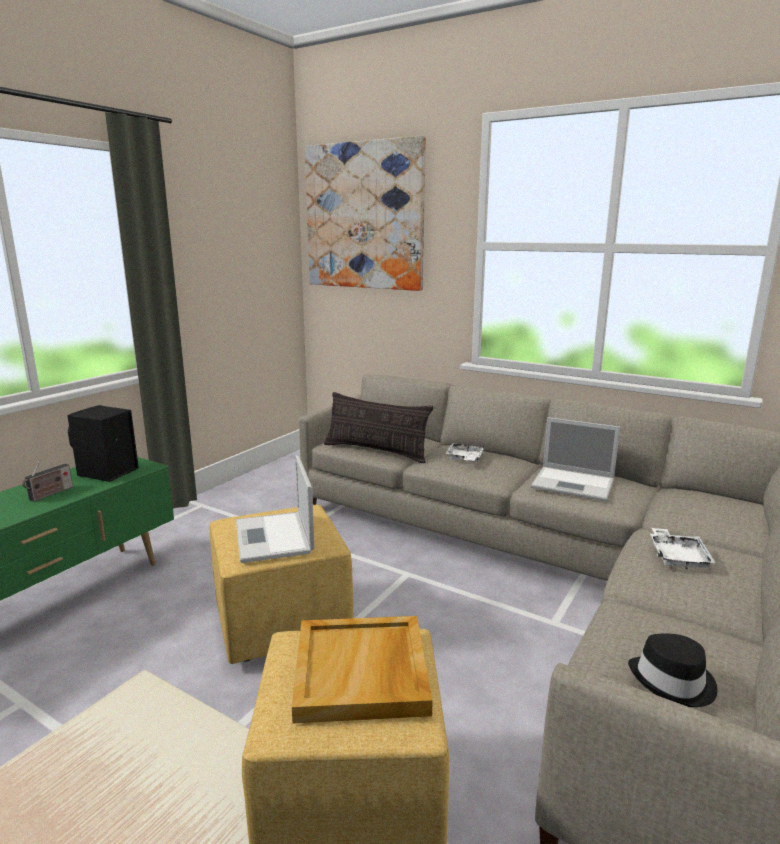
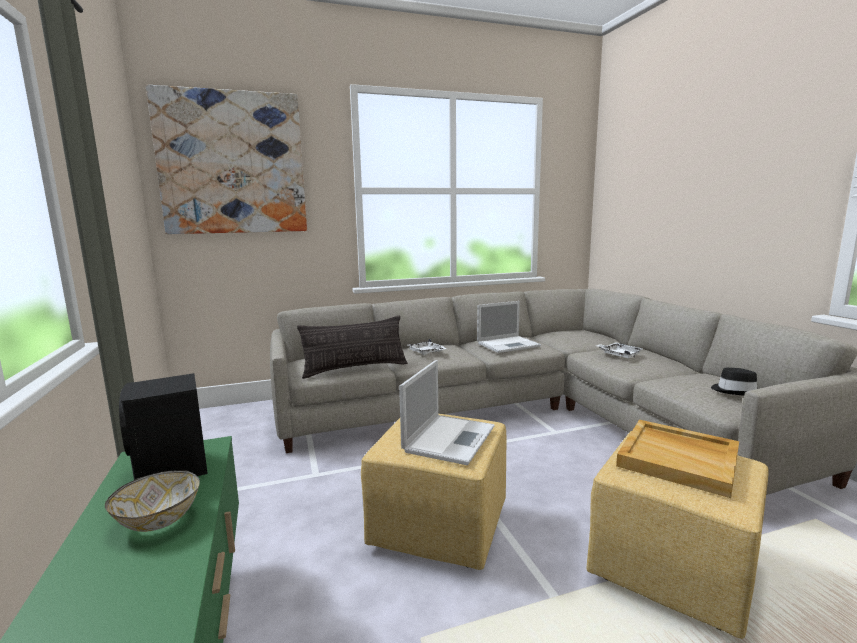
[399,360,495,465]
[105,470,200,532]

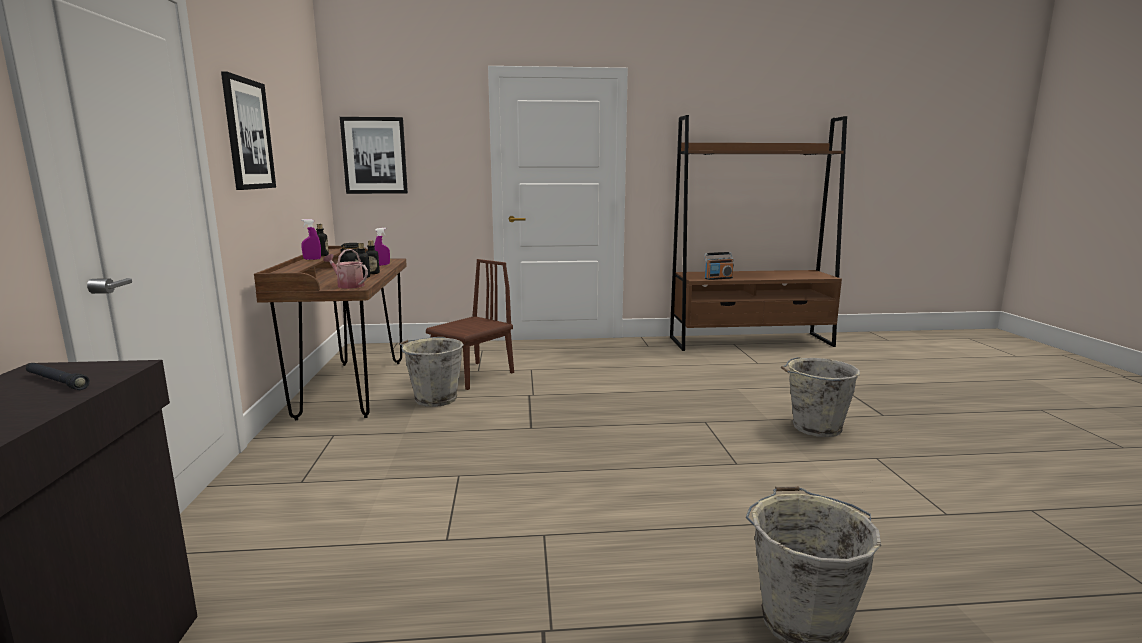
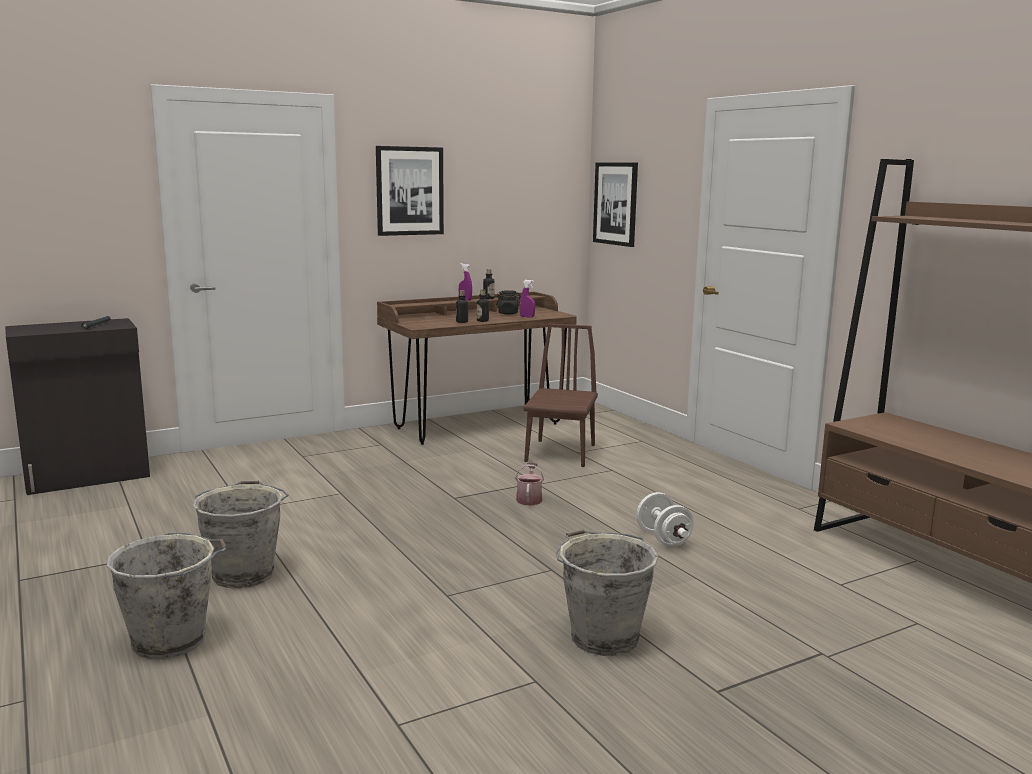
[515,462,544,506]
[704,252,734,280] (first image)
[524,324,598,467]
[193,481,288,588]
[636,492,694,547]

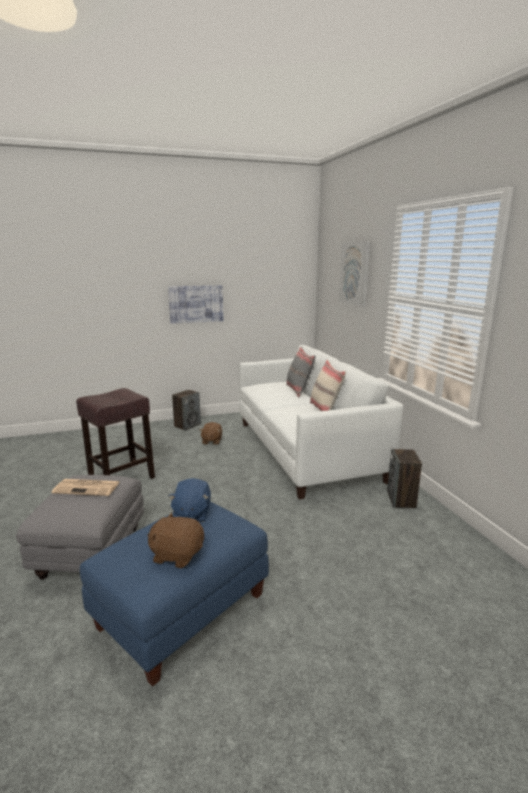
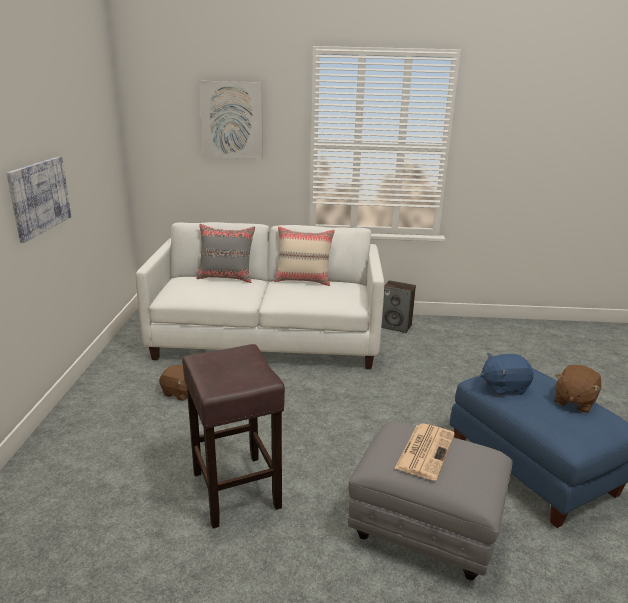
[172,390,201,431] (first image)
[481,353,534,395]

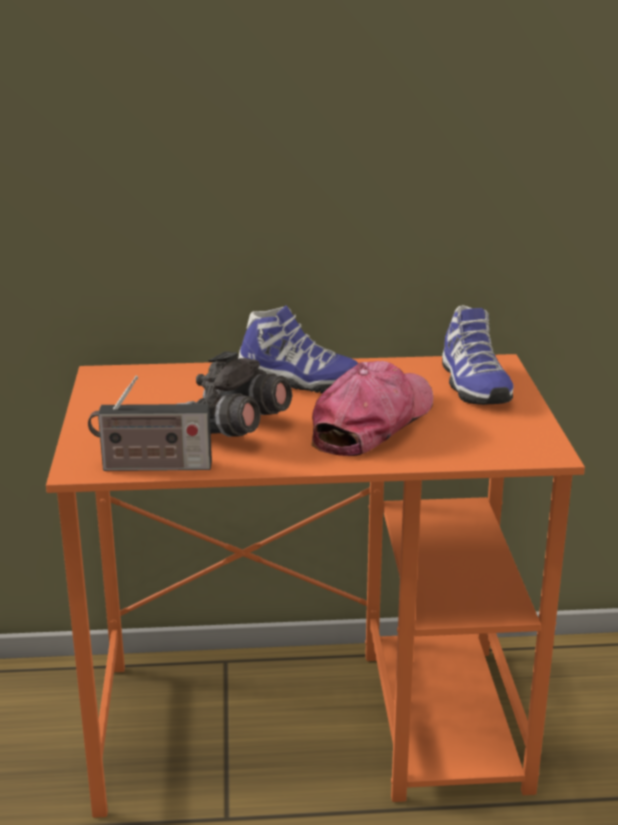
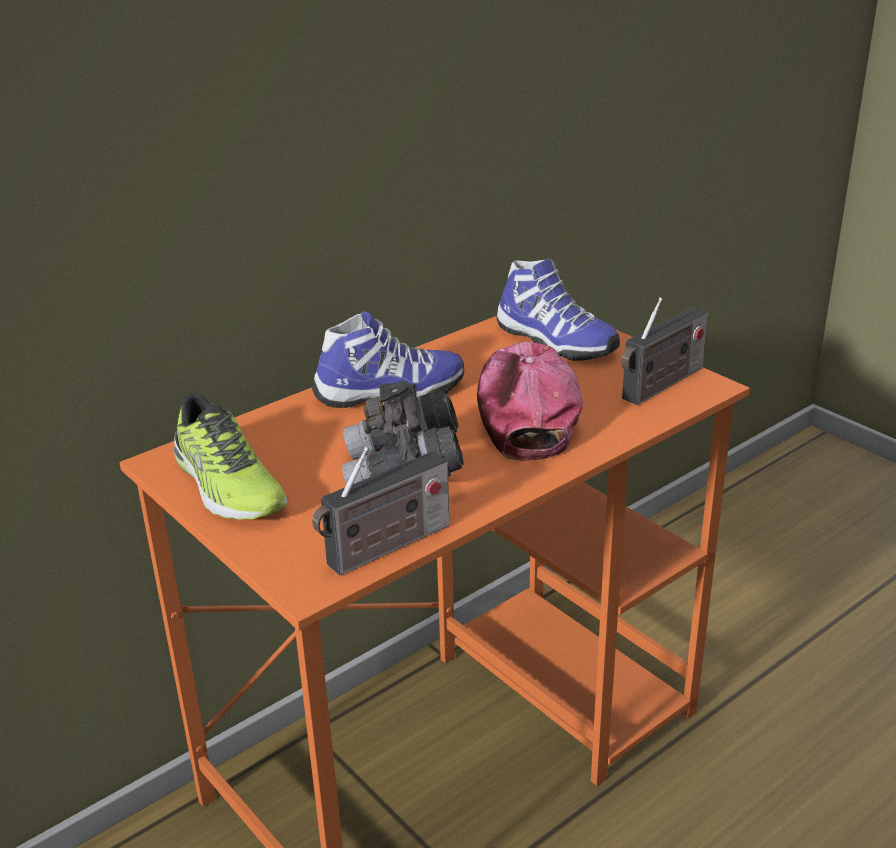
[621,297,708,405]
[174,393,288,520]

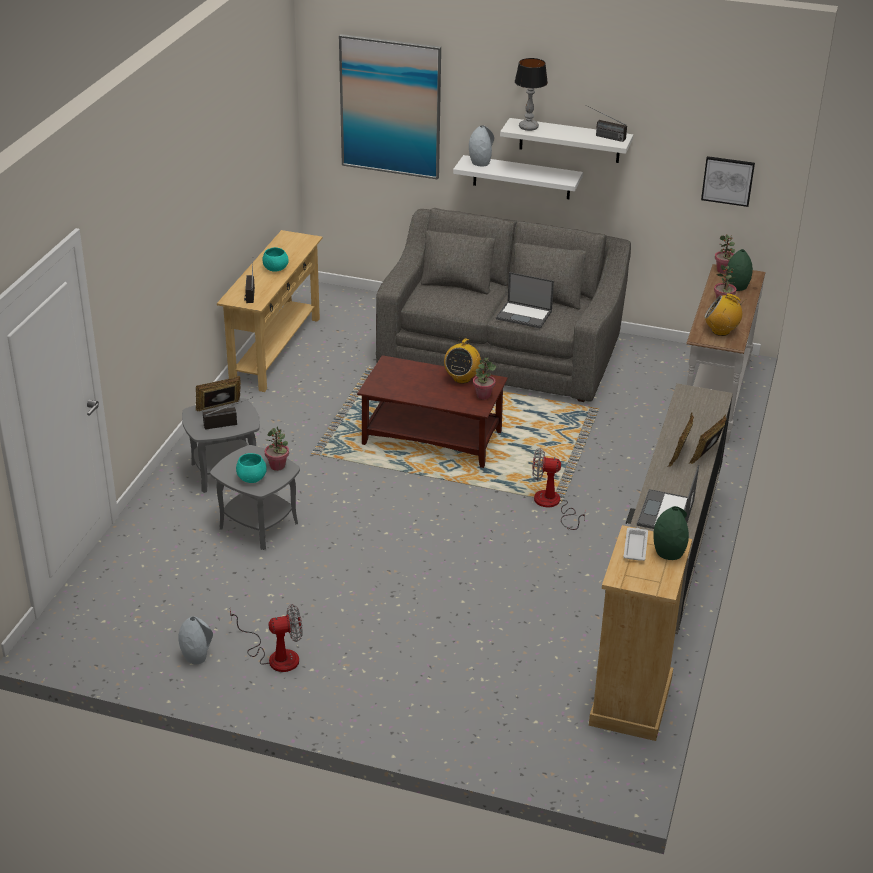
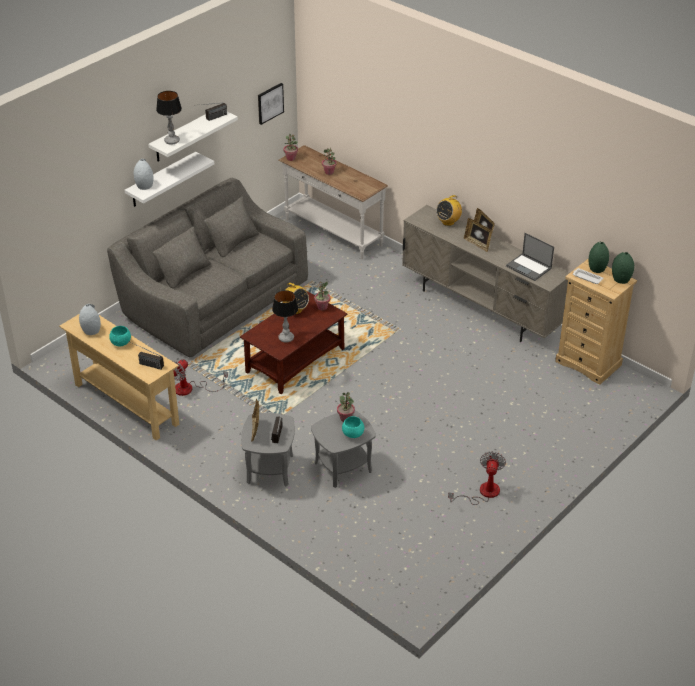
[339,34,441,180] (first image)
[612,252,634,284]
[496,272,554,329] (first image)
[436,195,462,226]
[173,359,228,396]
[79,304,101,335]
[272,290,298,343]

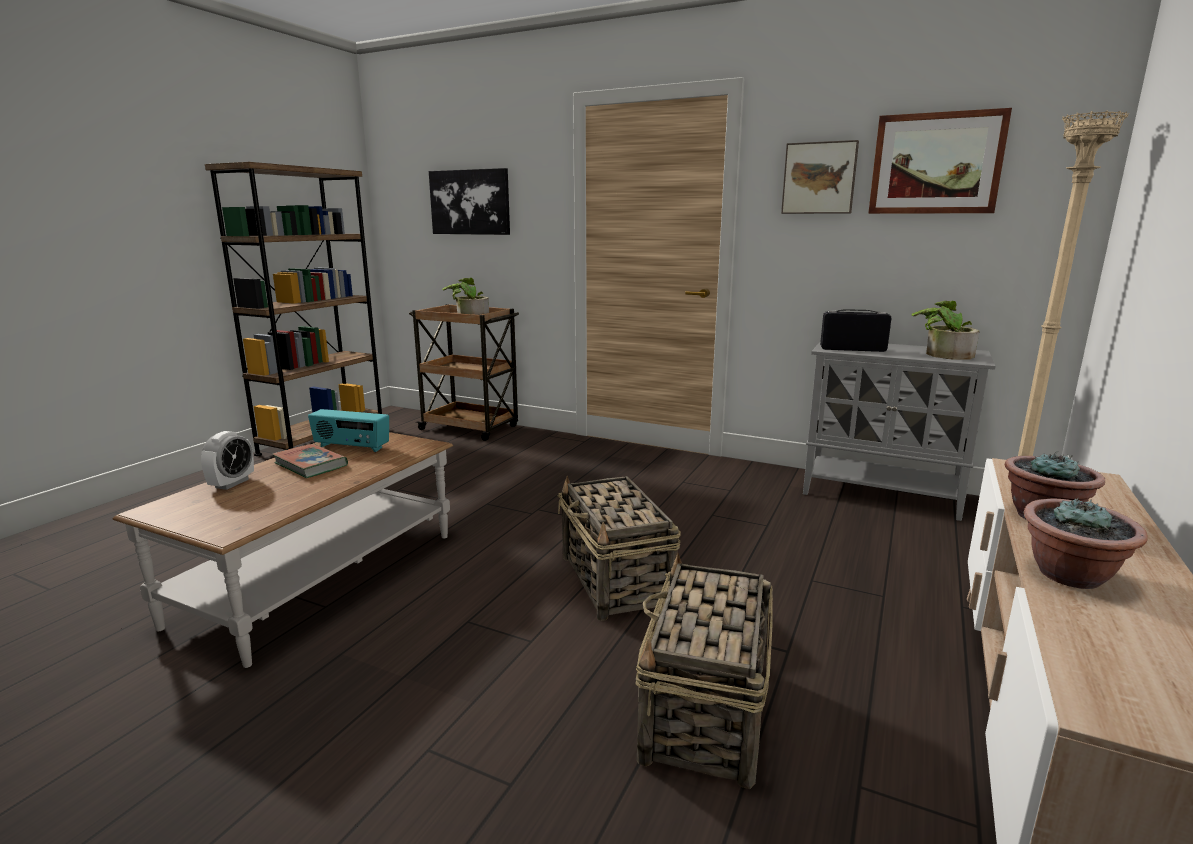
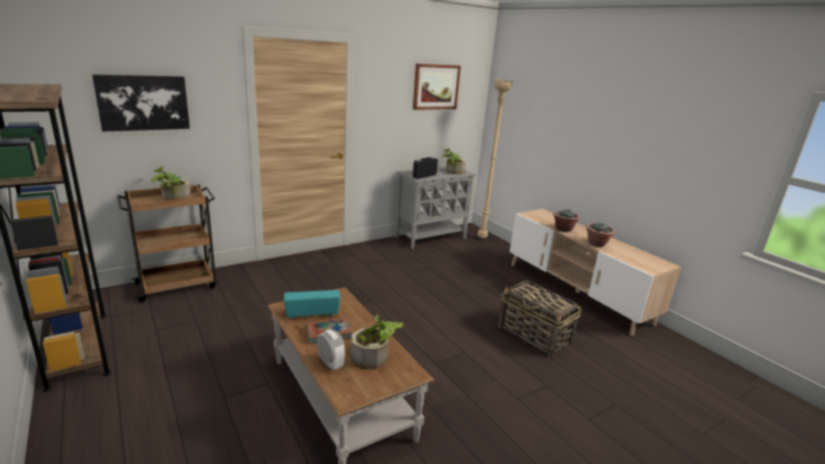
[781,140,859,214] (first image)
[284,290,340,319]
[558,476,681,621] (first image)
[351,314,403,369]

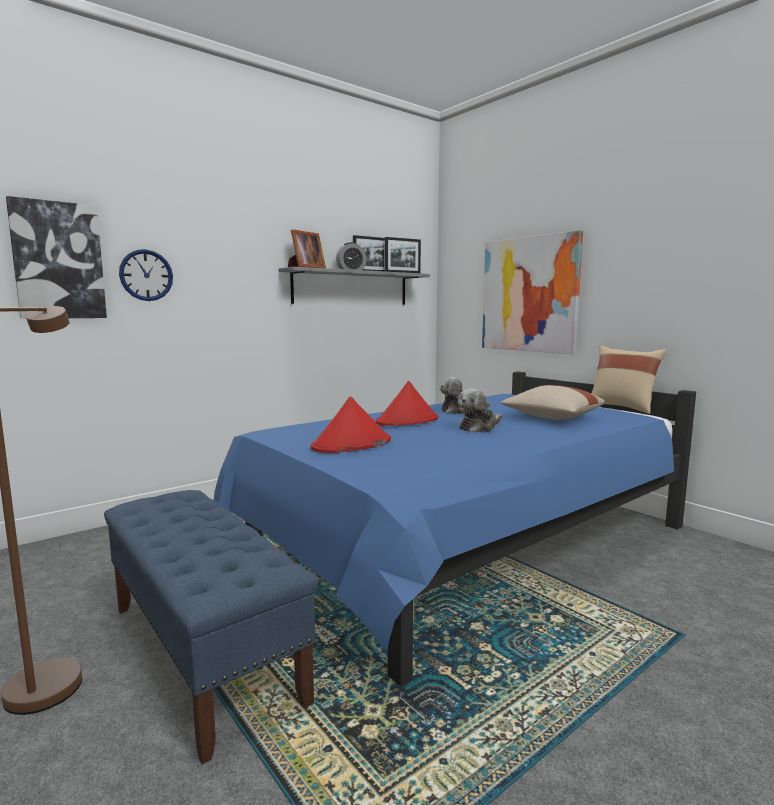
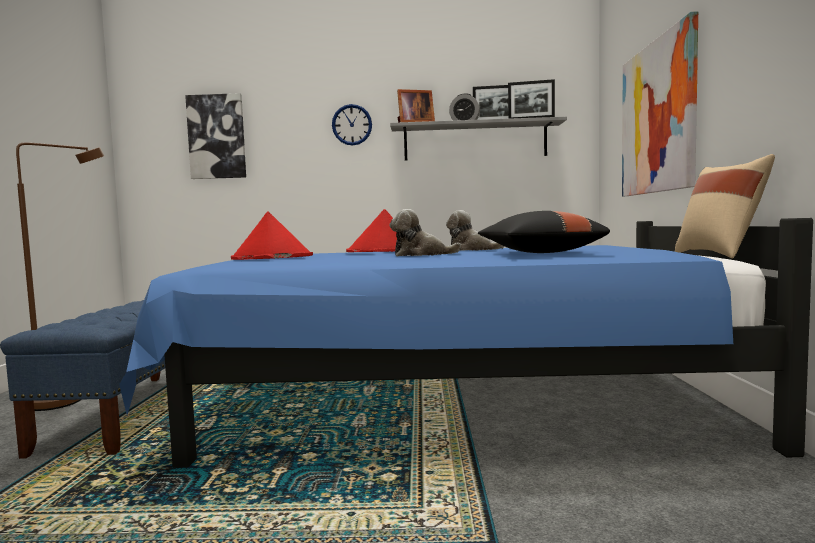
[332,104,372,145]
[478,211,610,253]

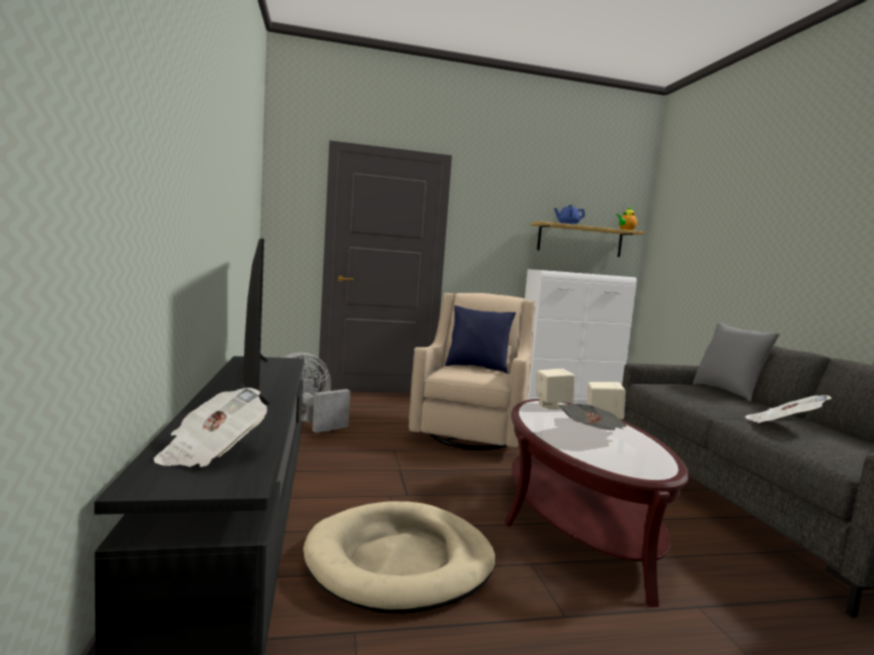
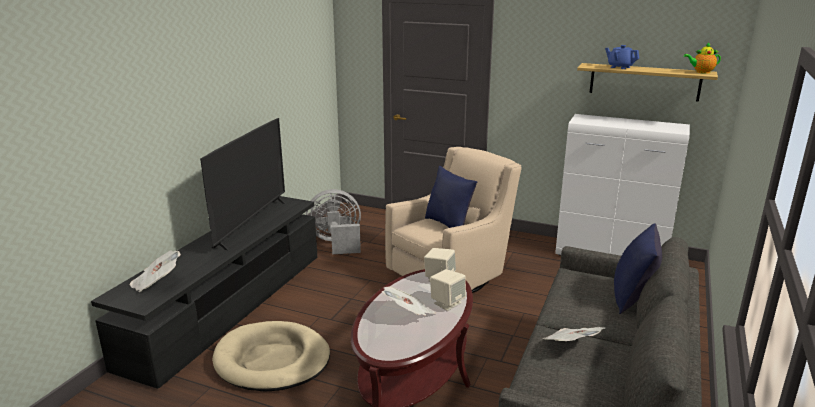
[614,223,662,314]

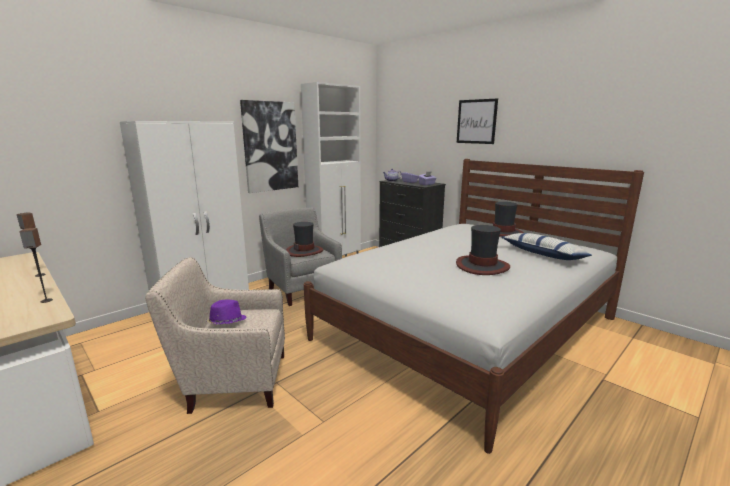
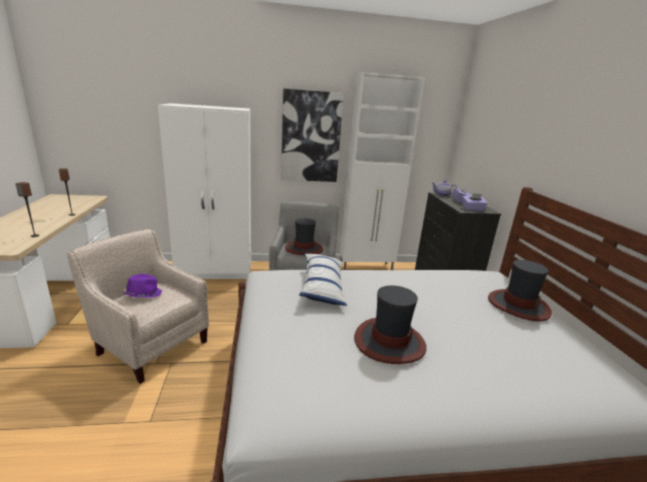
[457,98,498,144] (first image)
[299,253,347,306]

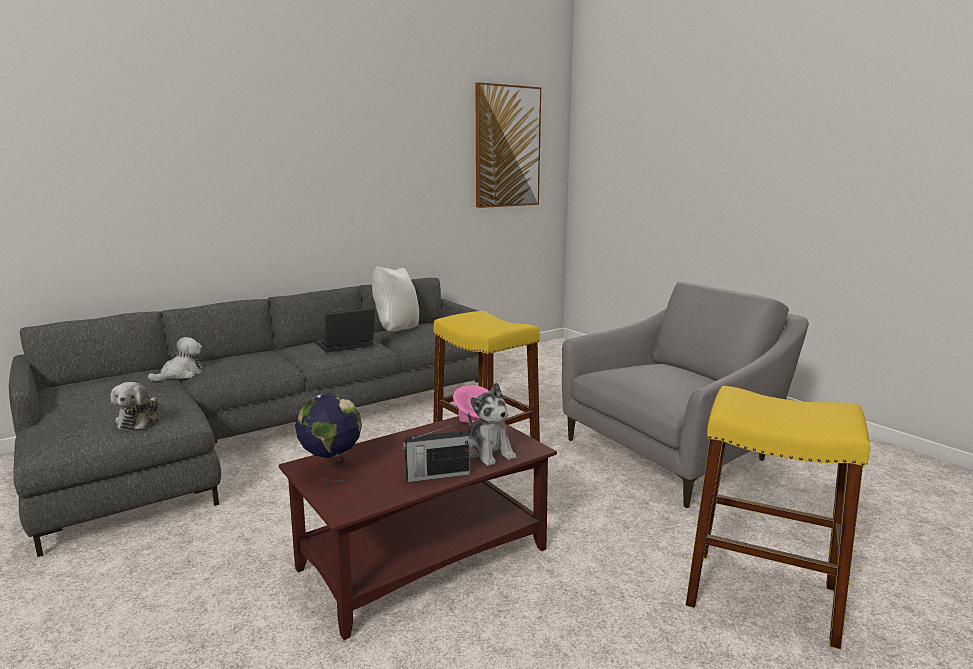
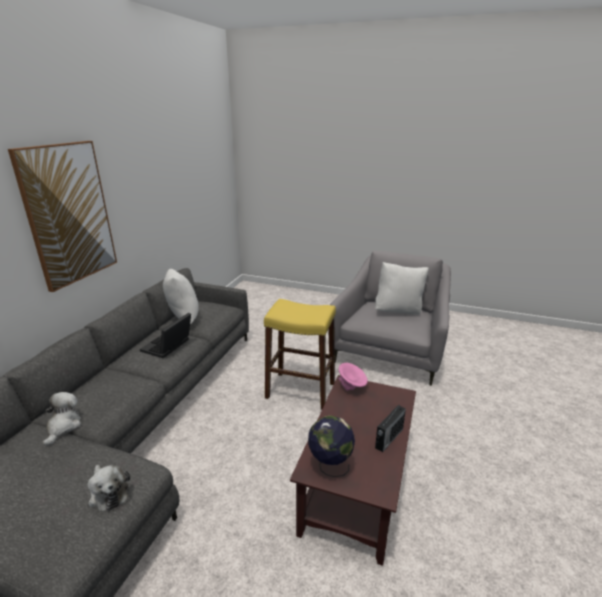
[8,141,117,292]
[467,383,516,466] (first image)
[685,386,870,649] (first image)
[375,262,429,315]

